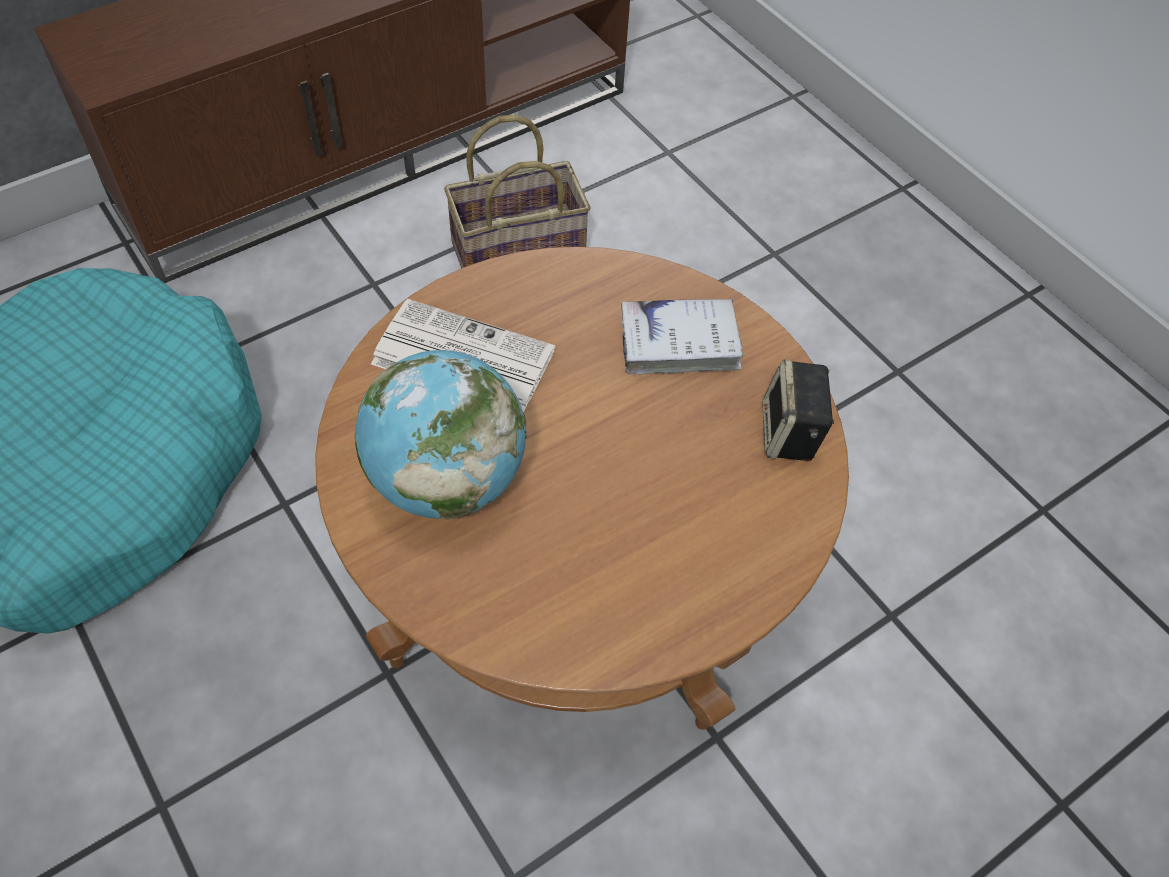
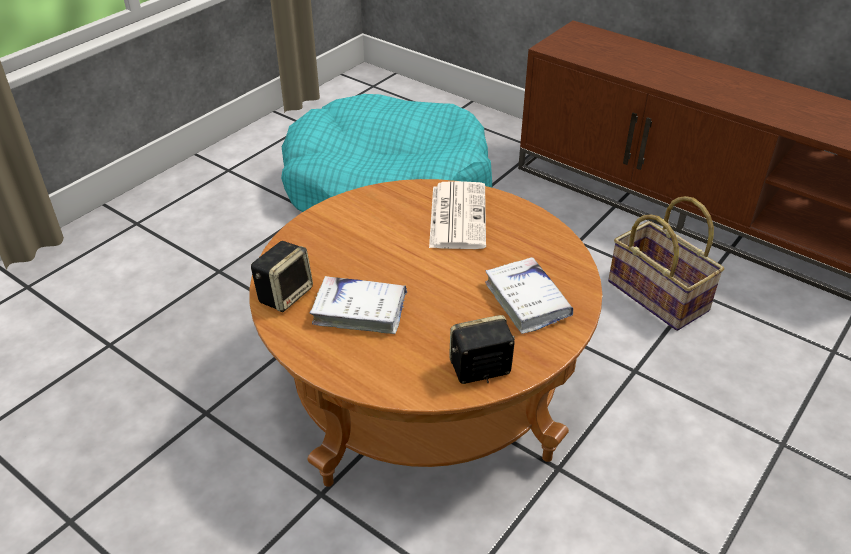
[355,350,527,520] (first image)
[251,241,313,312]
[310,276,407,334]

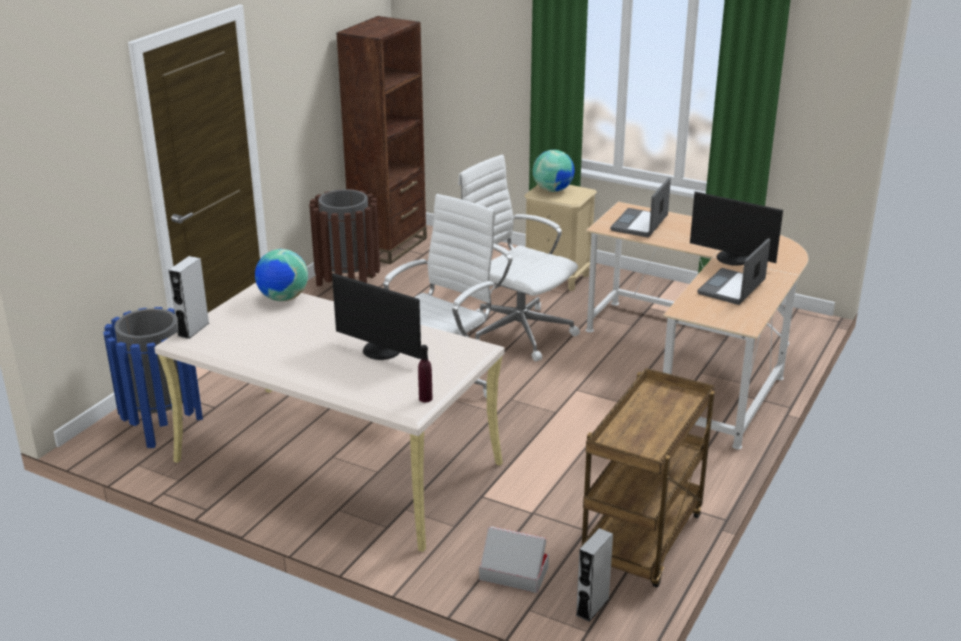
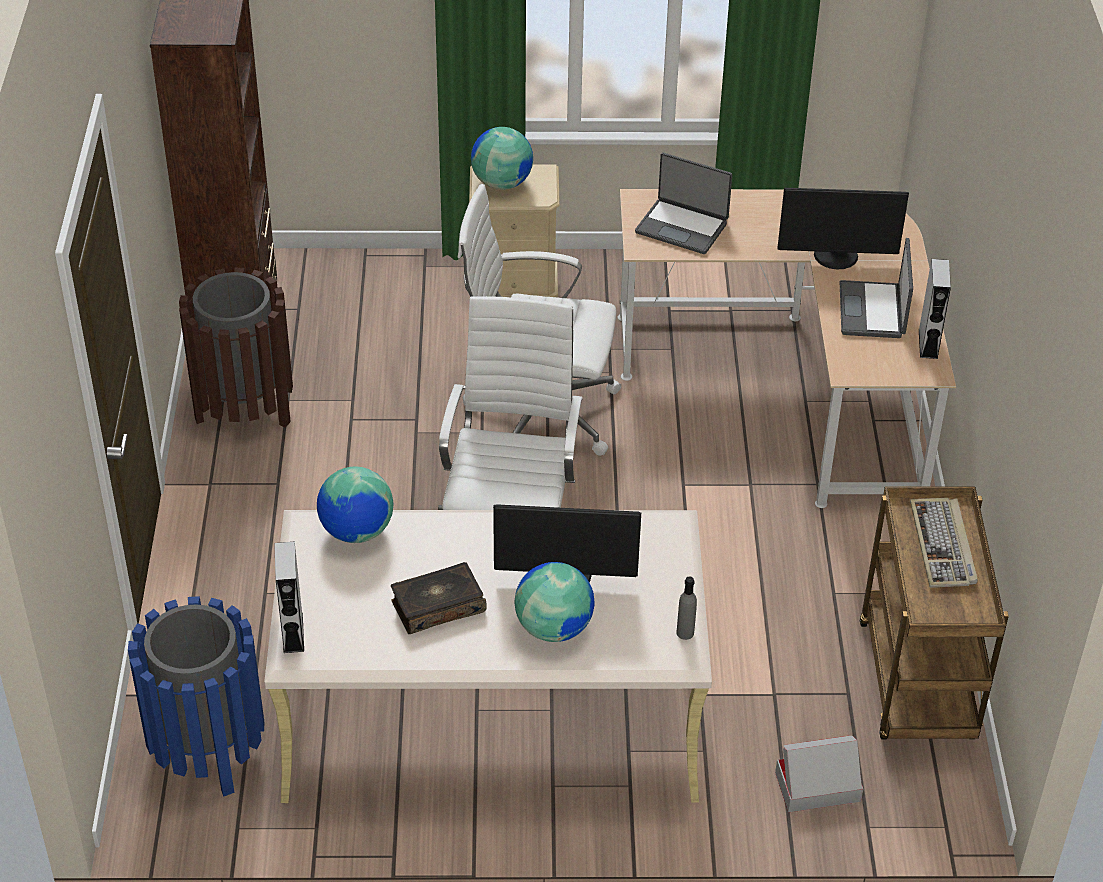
[635,153,732,254]
[676,576,697,640]
[919,259,951,359]
[910,498,978,588]
[391,562,487,634]
[515,562,595,642]

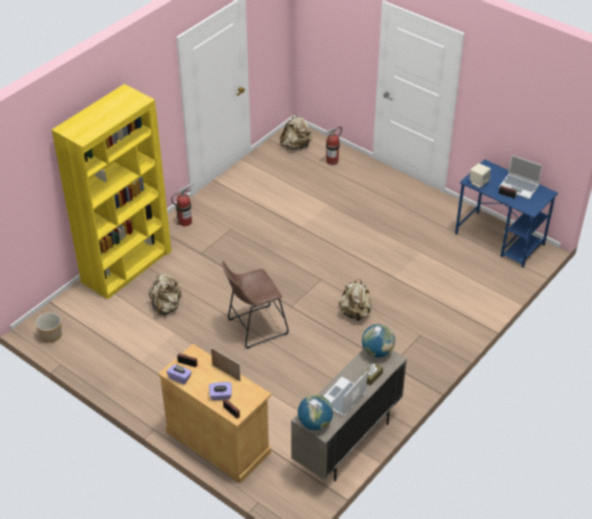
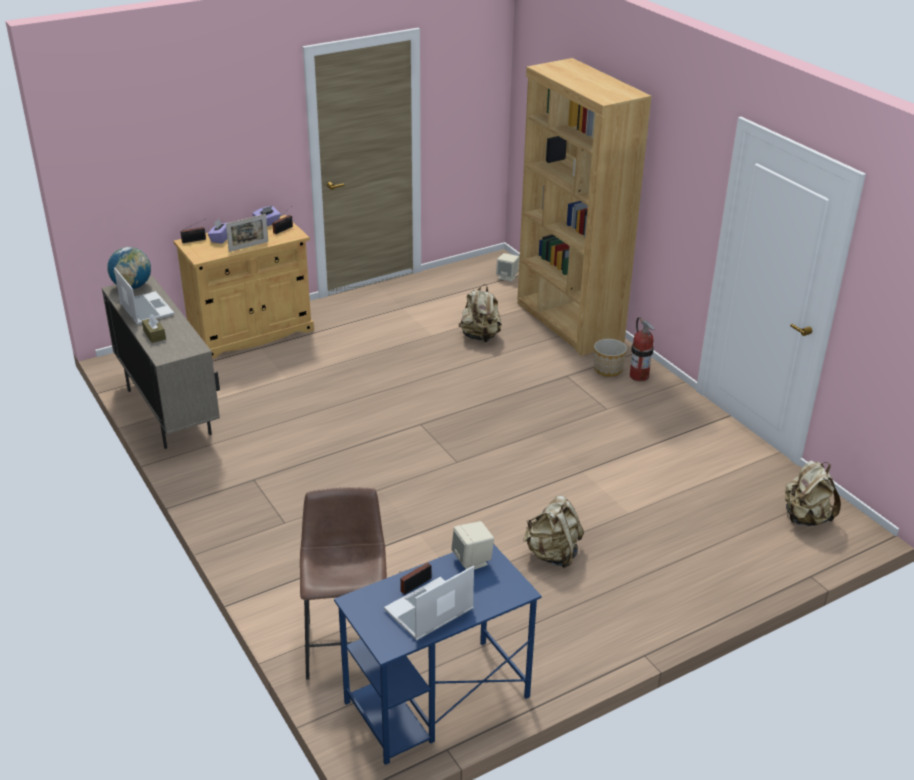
[517,58,652,356]
[324,126,342,165] (first image)
[300,487,387,680]
[523,495,584,569]
[594,339,627,377]
[362,324,395,357] (first image)
[496,253,519,282]

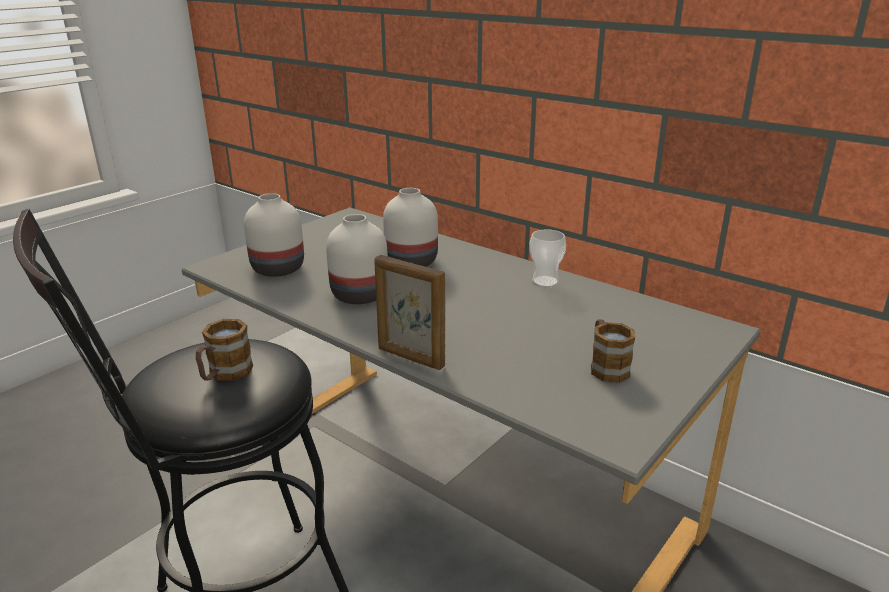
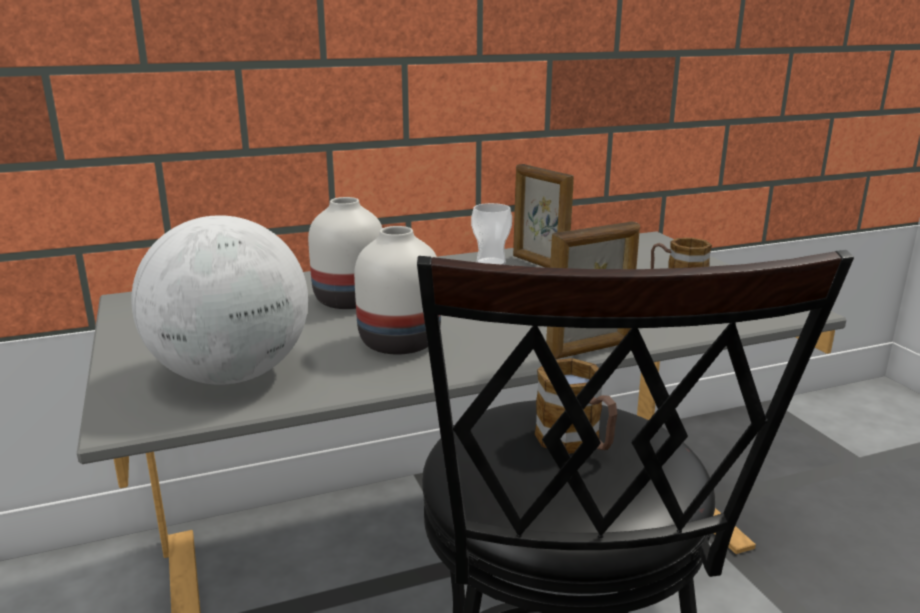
[131,215,308,385]
[513,164,574,268]

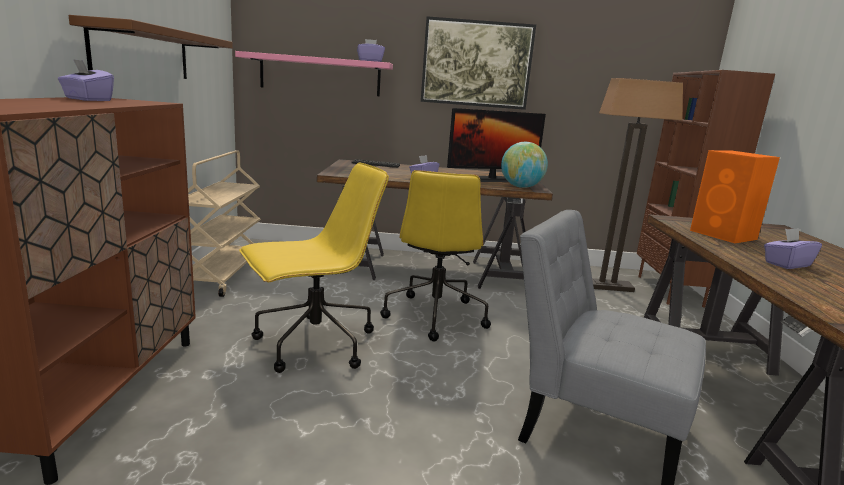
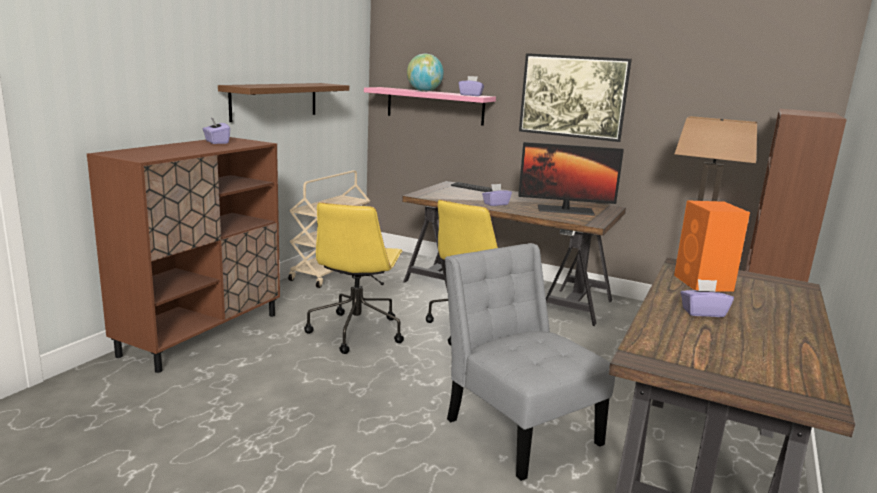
[407,54,444,92]
[304,203,404,354]

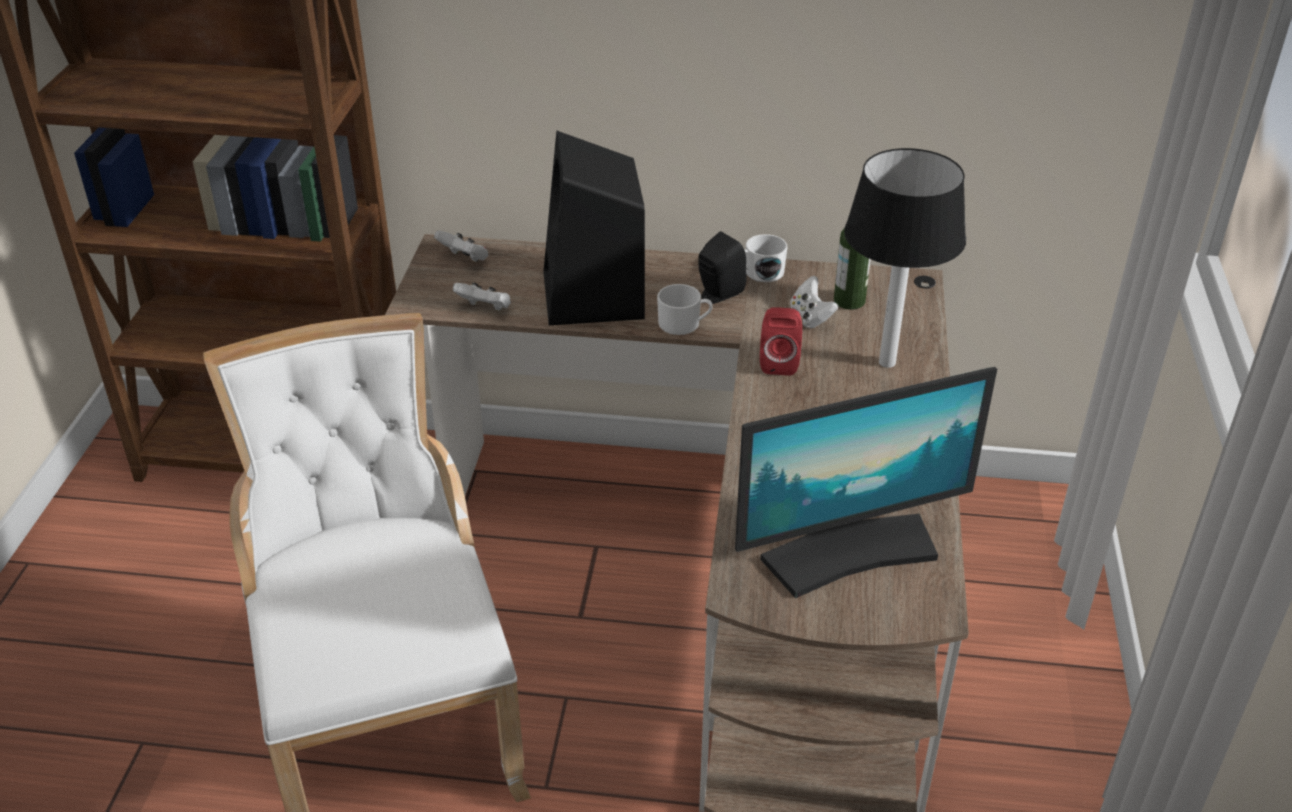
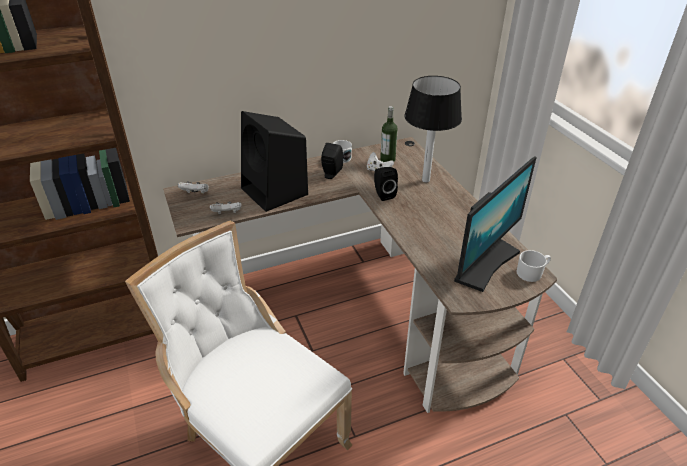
[516,250,551,282]
[374,167,398,201]

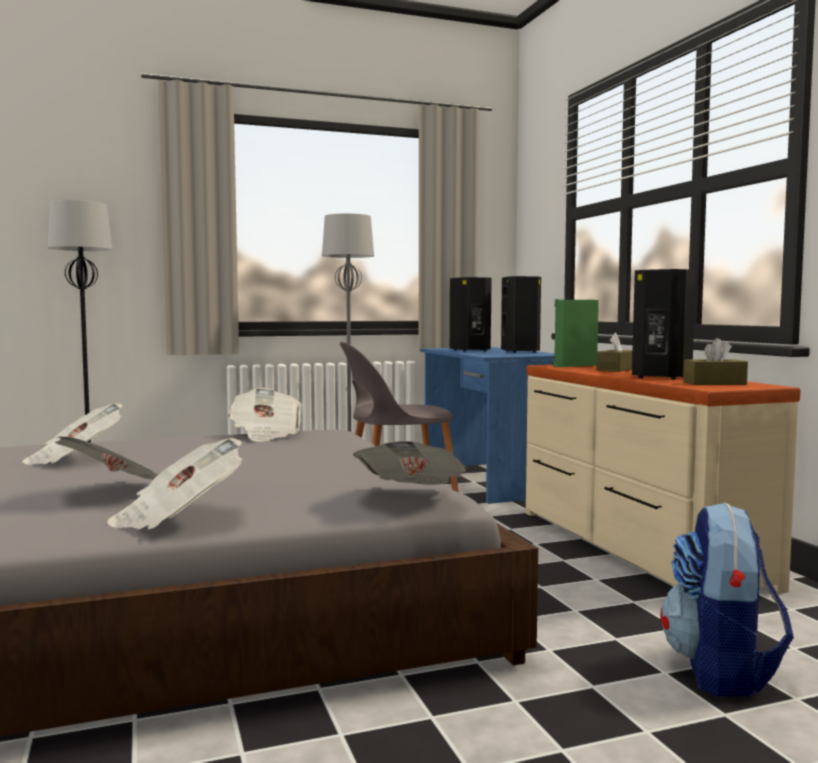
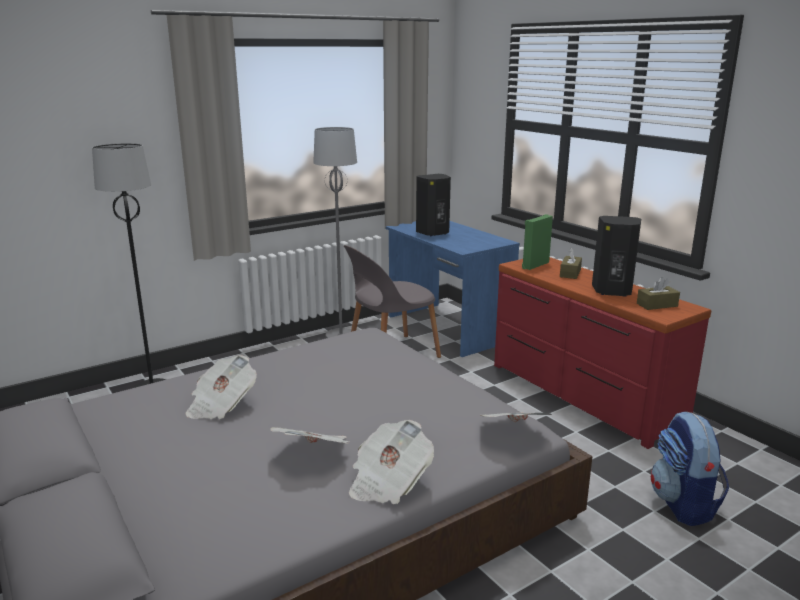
[501,276,541,353] (first image)
[494,257,711,449]
[228,388,302,442] (first image)

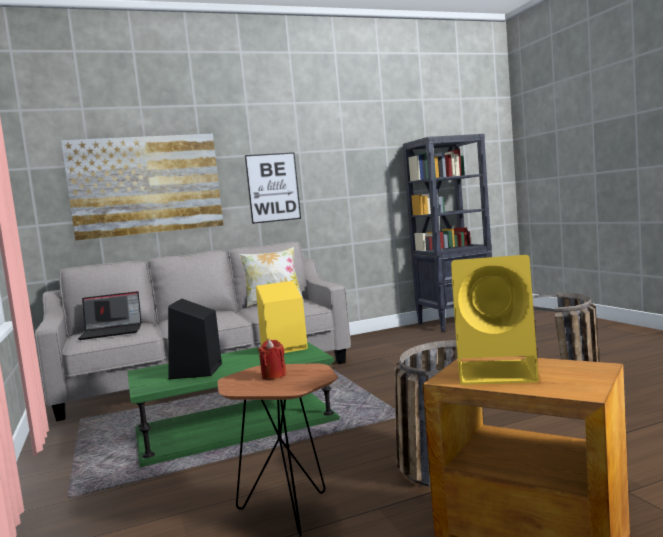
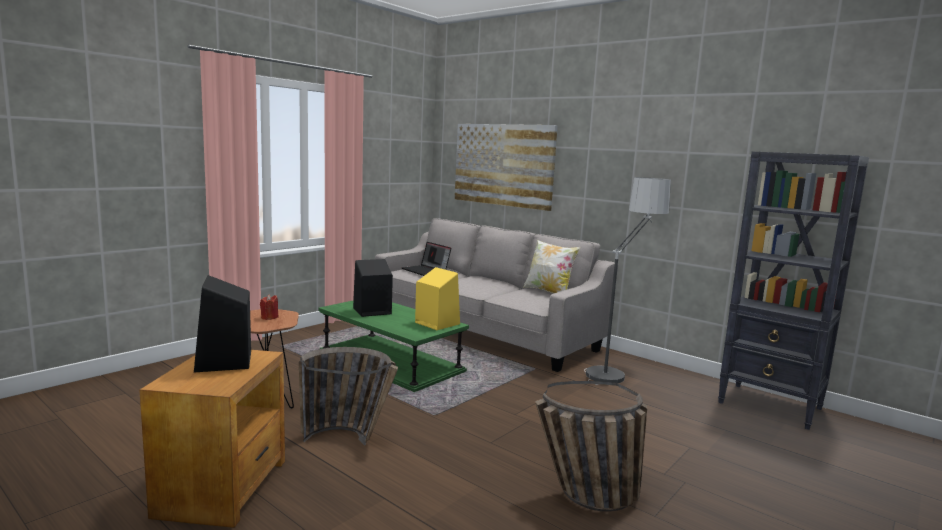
[245,152,301,224] (first image)
[194,275,251,372]
[584,177,671,385]

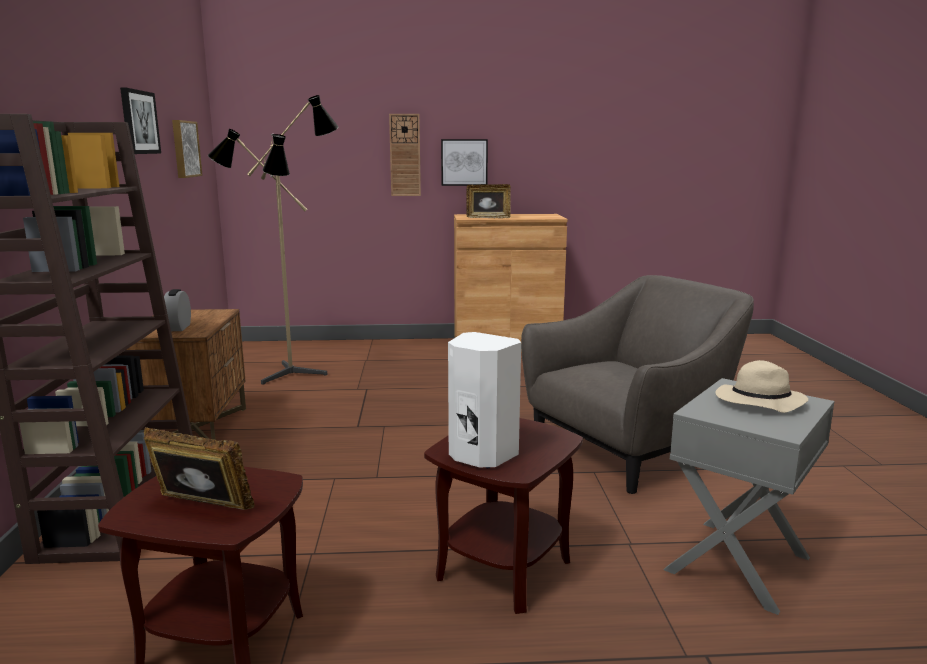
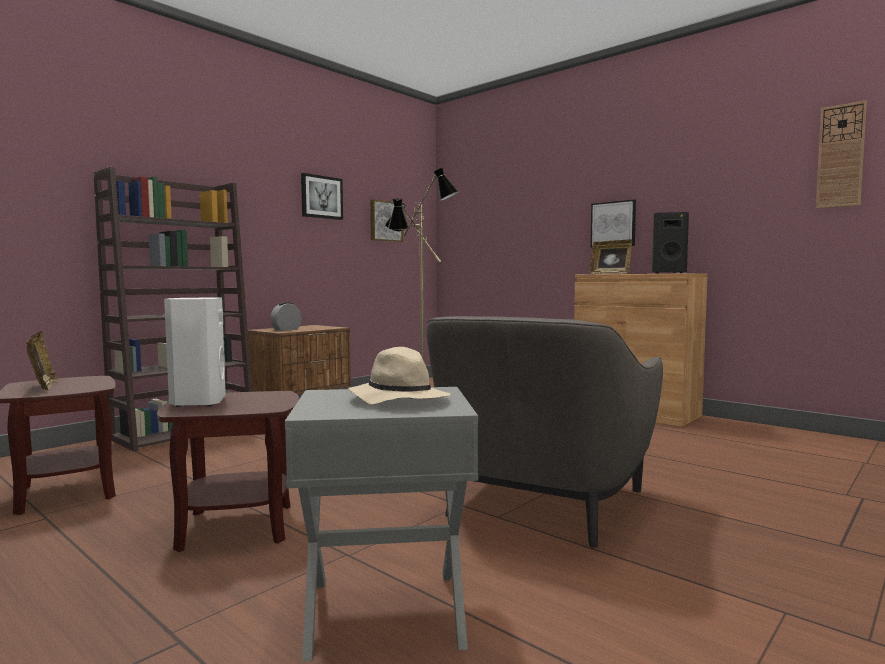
[816,100,867,209]
[426,316,663,547]
[652,212,689,274]

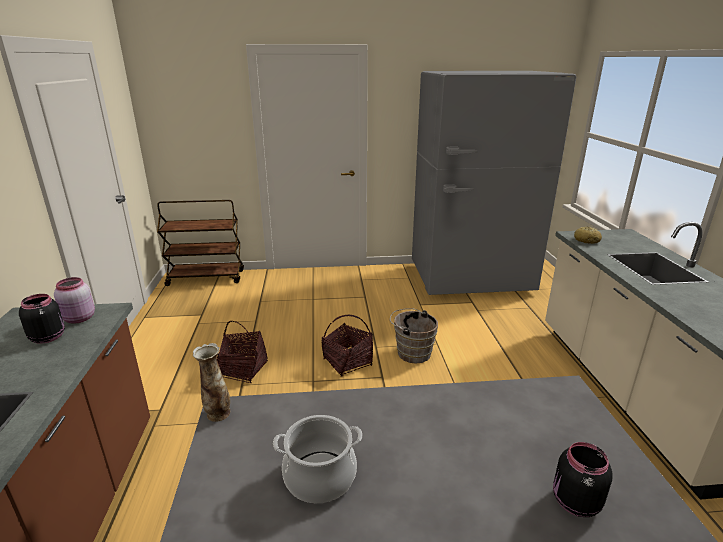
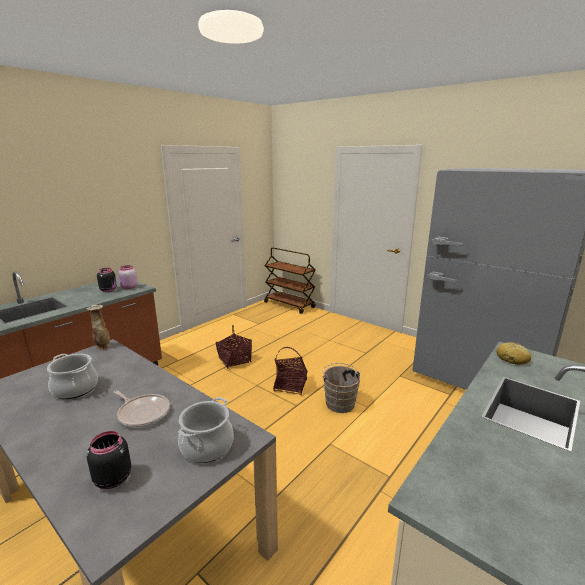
[114,390,170,428]
[178,397,234,463]

